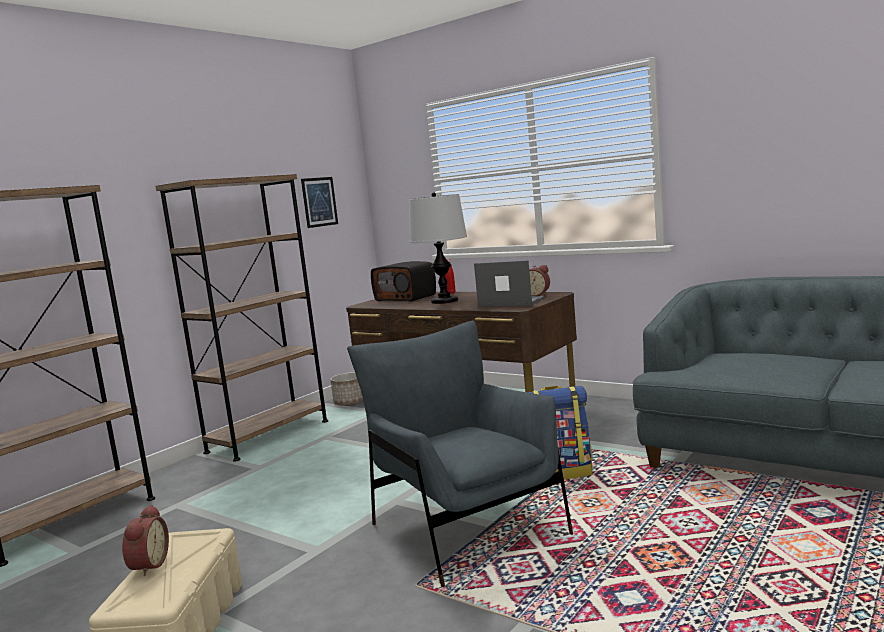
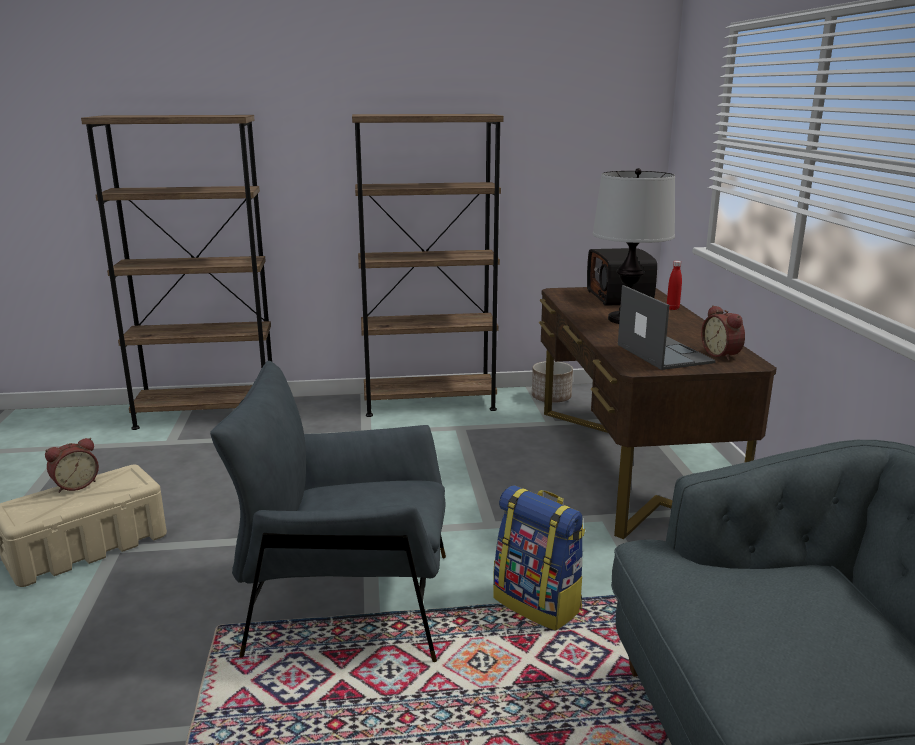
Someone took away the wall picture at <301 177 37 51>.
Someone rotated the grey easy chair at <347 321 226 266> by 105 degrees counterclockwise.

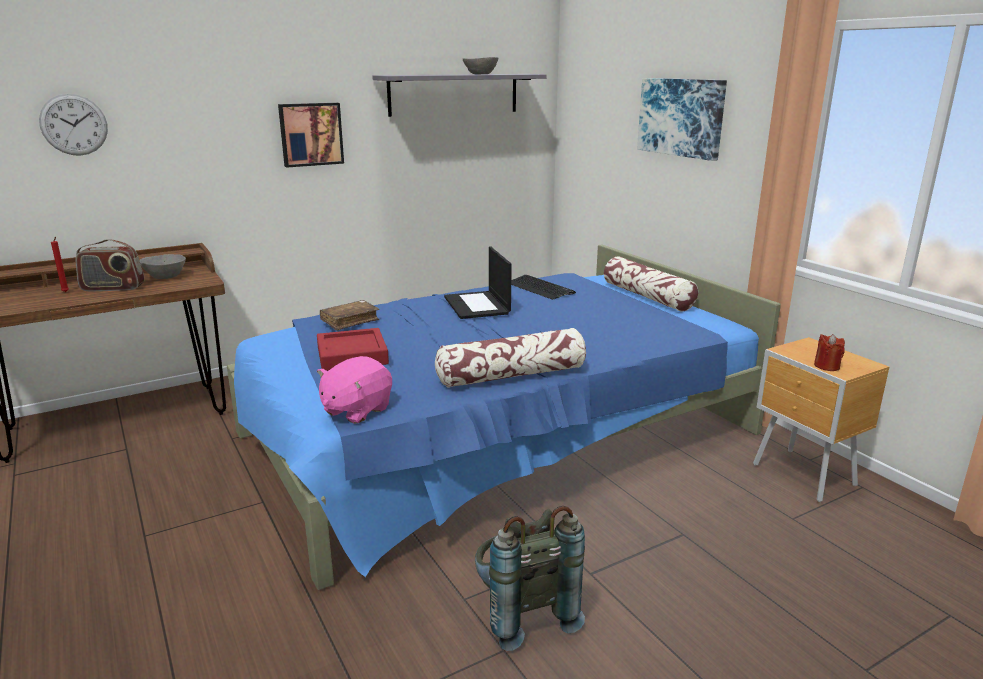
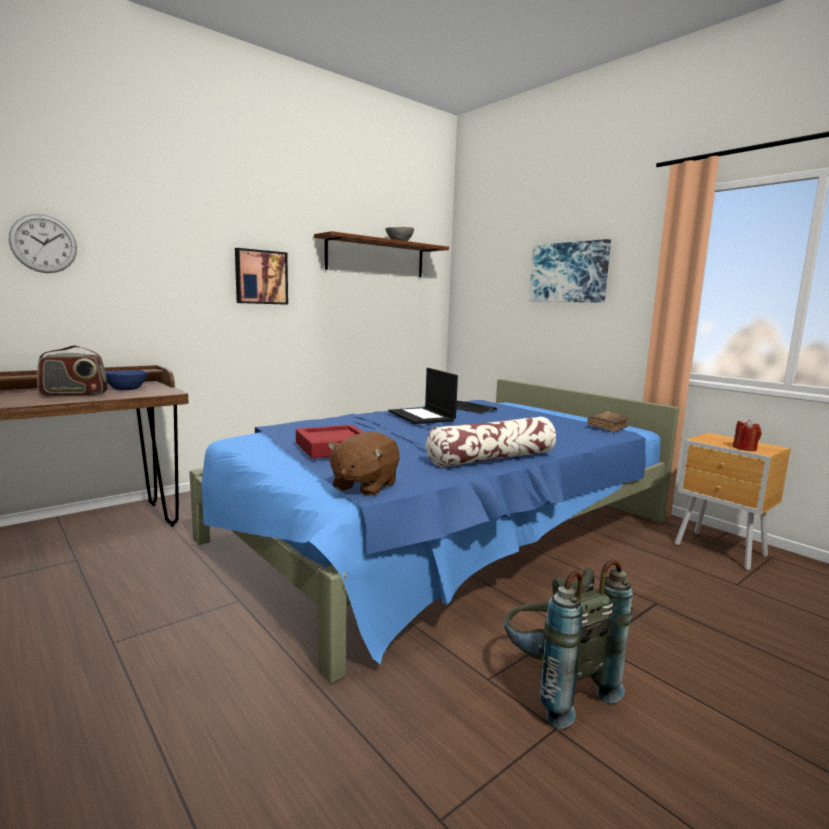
Someone took away the red wax candle at <51 237 18 55>.
Someone took away the throw pillow at <604 257 94 55>.
Someone carried the brownish bound book from <320 300 59 31> to <588 412 42 21>.
Someone repainted the grey bowl at <140 254 46 25>, which became the bluish bowl at <105 370 43 20>.
Someone repainted the pink-coloured plush toy at <317 356 75 68>, which became the brownish plush toy at <328 431 72 65>.
Someone repainted the grey wall shelf at <372 74 175 43>, which became the brownish wall shelf at <314 231 135 46>.

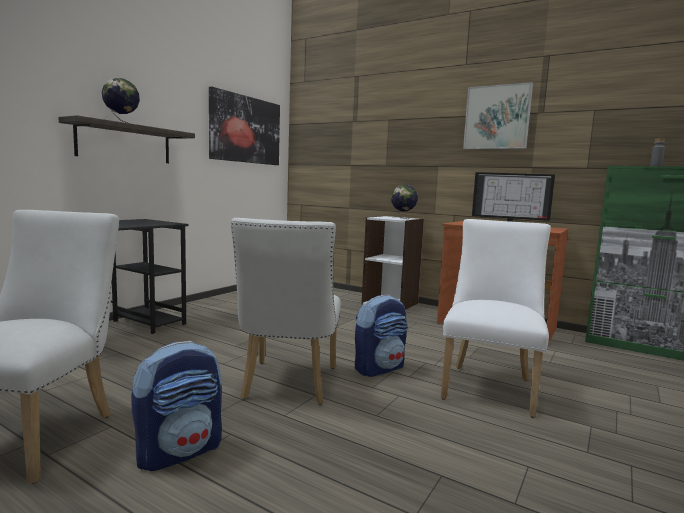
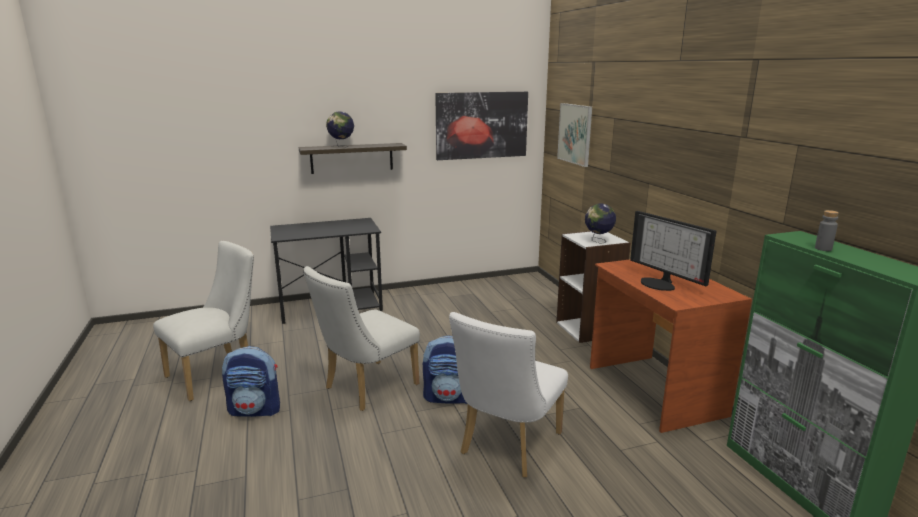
Someone carried the wall picture from <463 82 70 67> to <557 103 35 64>.
Someone rotated the whitish chair at <441 219 110 199> by 150 degrees clockwise.

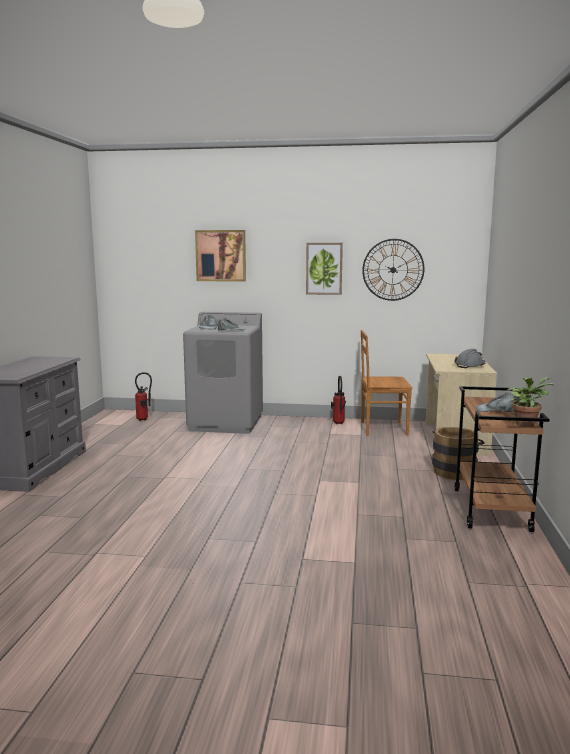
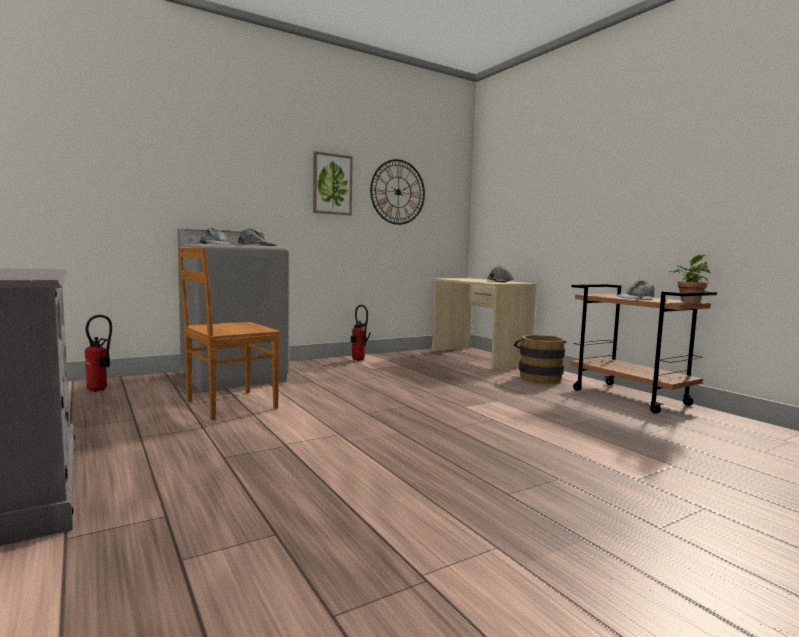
Someone took away the wall picture at <195 230 51 52>.
Someone carried the brownish chair from <361 330 51 106> to <178 247 103 173>.

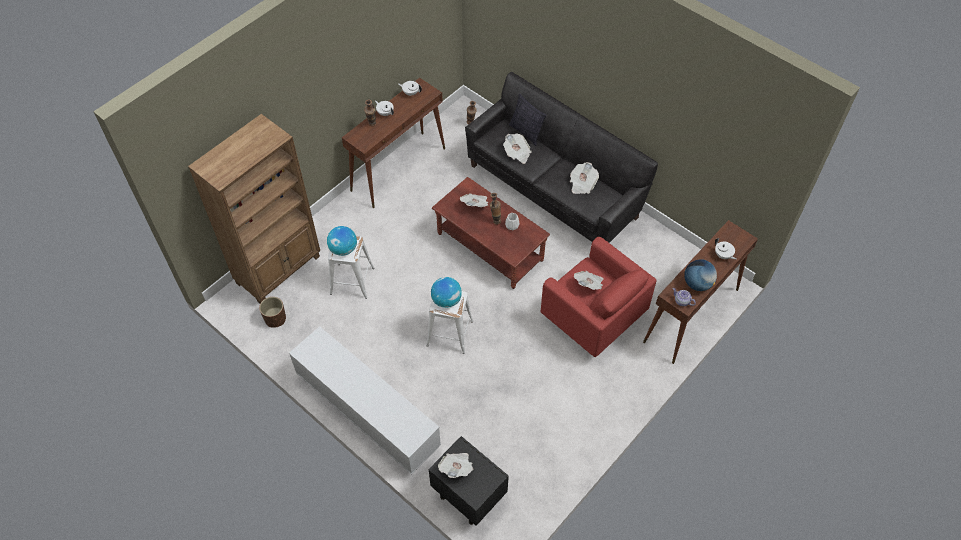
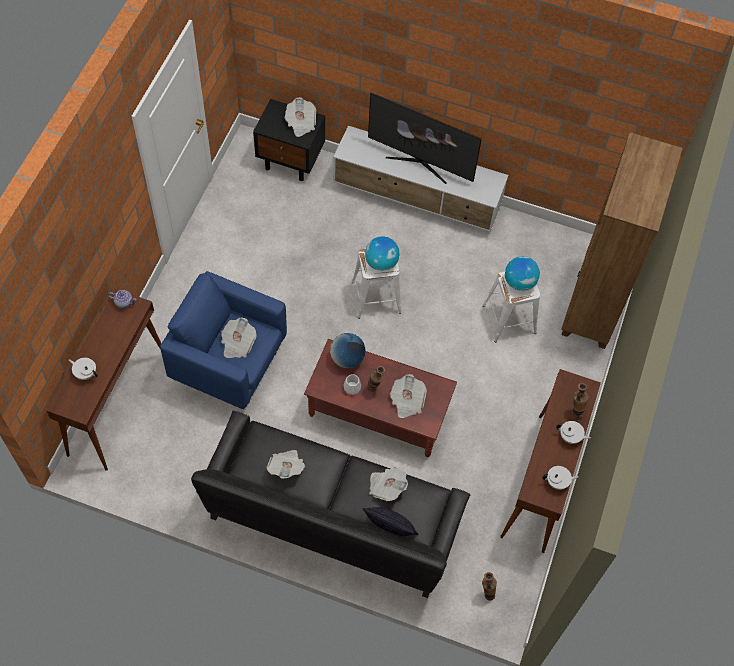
Someone took away the brownish flower pot at <259 297 27 31>.
Someone put down the TV set at <368 93 114 91>.
Someone carried the desk globe from <684 259 33 32> to <330 333 35 36>.
Someone repainted the red easy chair at <541 237 116 120>, which became the bluish easy chair at <160 271 127 138>.

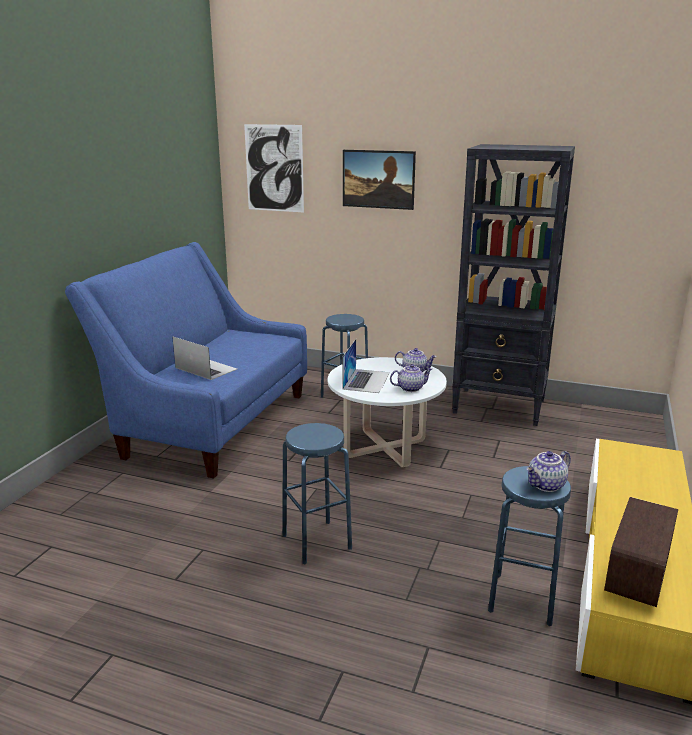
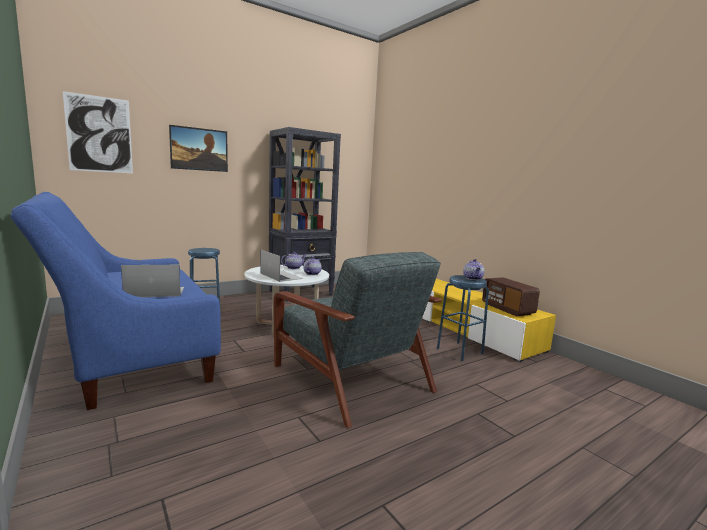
Someone swapped the bluish sitting stool at <282 423 70 141> for the grey easy chair at <273 252 169 176>.

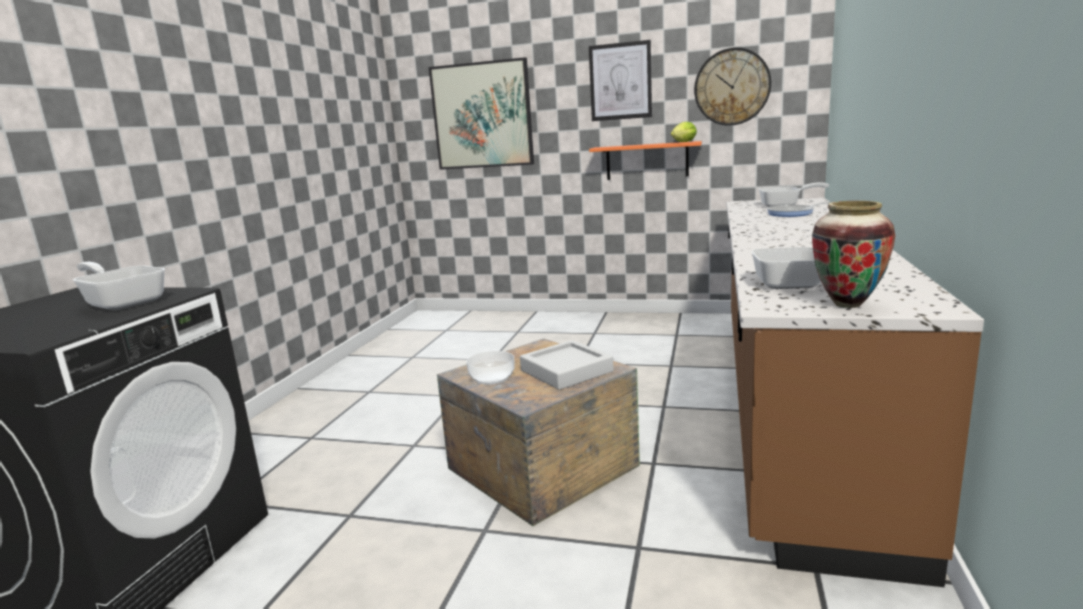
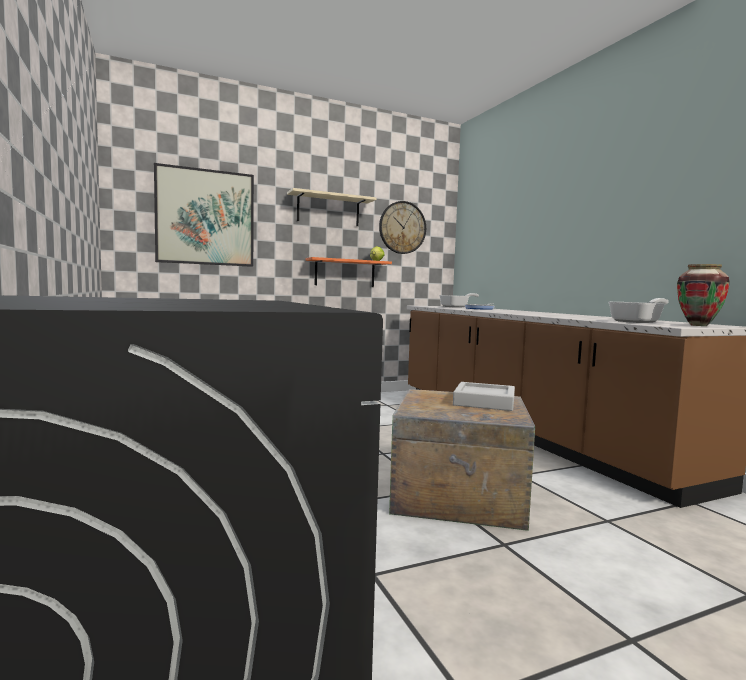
Someone took away the pan at <73 262 92 48>.
Someone took away the bowl at <466 351 49 34>.
Someone swapped the wall picture at <589 40 63 81> for the beige-coloured wall shelf at <287 188 90 38>.

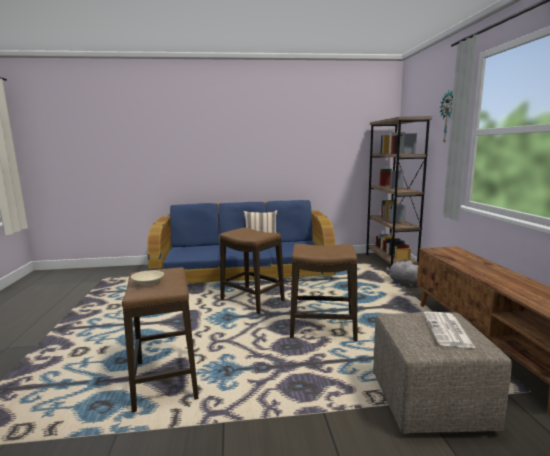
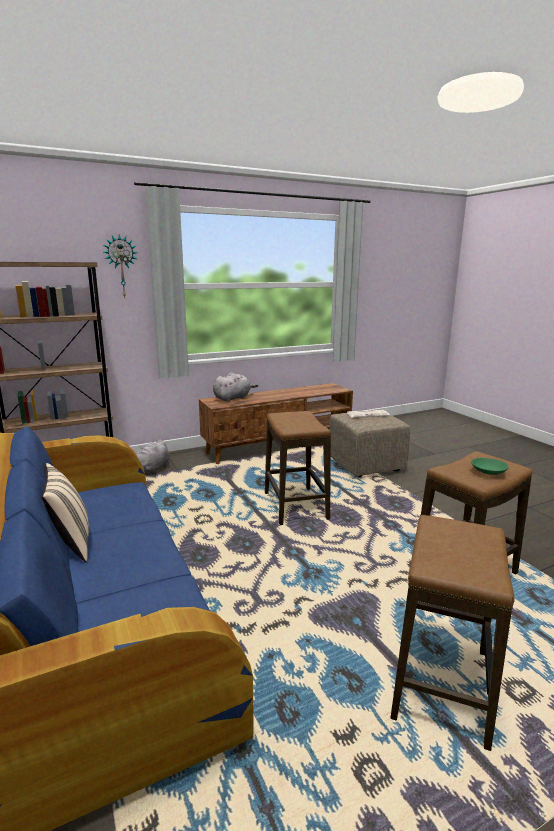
Someone put down the grey plush toy at <213 372 45 30>.
Someone carried the sitting stool from <220 227 65 87> to <390 515 125 236>.
Someone repainted the beige-coloured bowl at <131 270 33 15>, which became the green-coloured bowl at <471 458 38 17>.

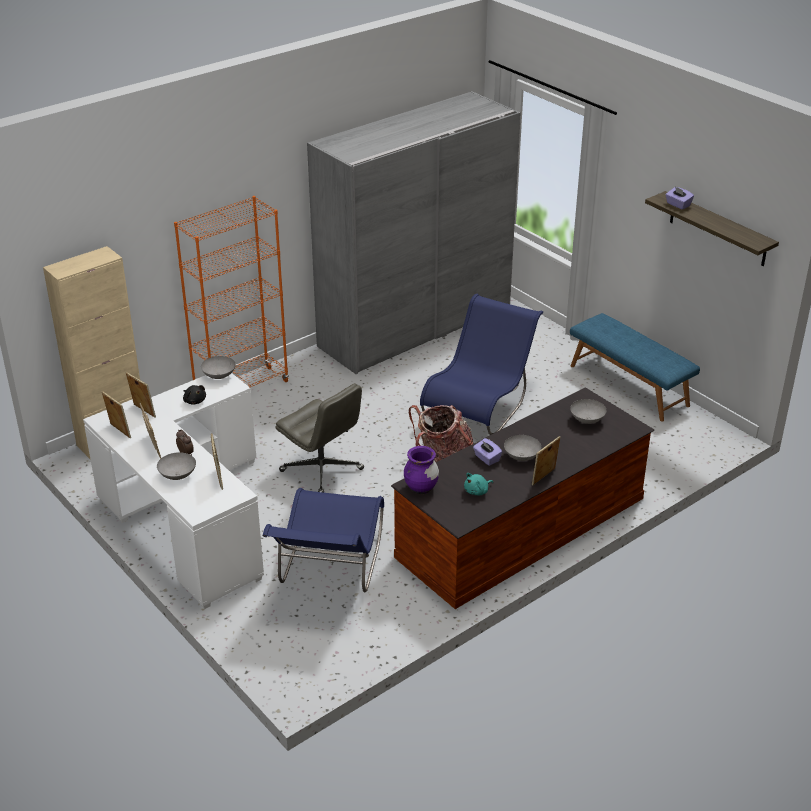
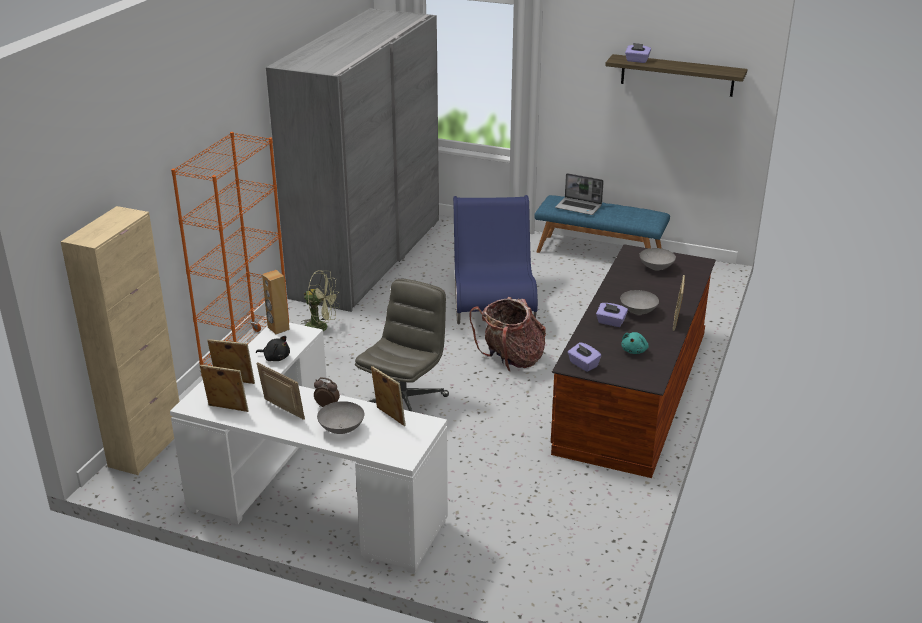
Someone took away the bluish chair at <263 488 121 104>.
Someone put down the green-coloured fan at <300 270 40 61>.
Someone put down the laptop at <555 173 49 42>.
Someone swapped the grey bowl at <201 356 35 23> for the brownish audio speaker at <262 270 28 64>.
Someone swapped the purple-coloured flower vase at <404 446 35 48> for the purple-coloured box of tissues at <567 342 34 30>.
Someone rotated the grey desk chair at <275 383 89 110> by 75 degrees counterclockwise.

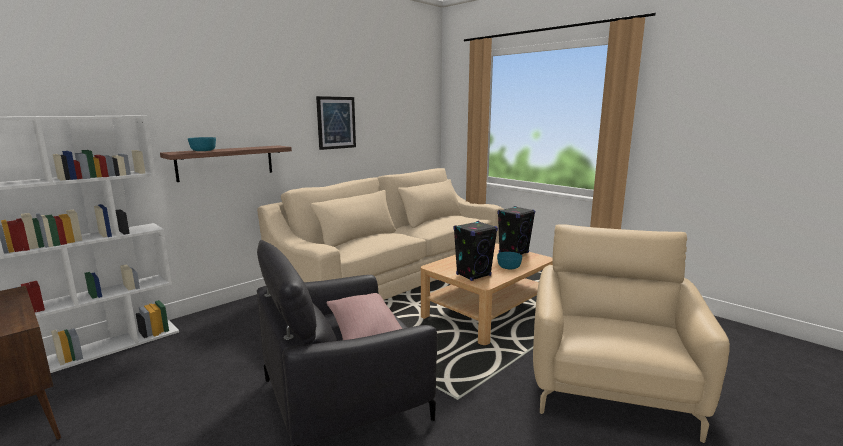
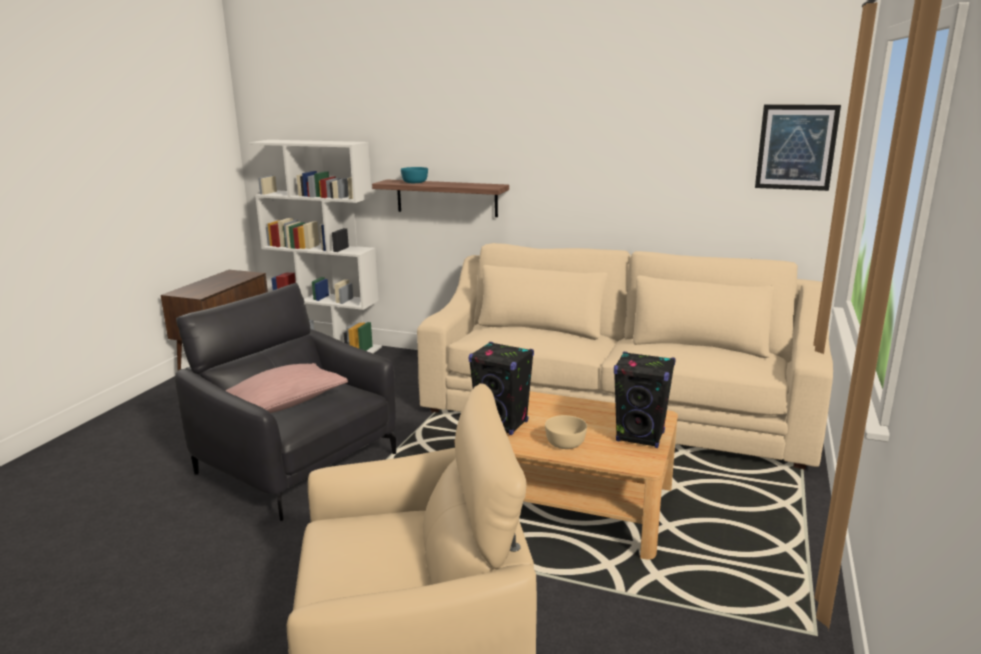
Someone carried the wall picture from <316 96 40 54> to <755 104 86 87>.
Someone repainted the turquoise bowl at <497 252 25 17>, which became the beige-coloured bowl at <545 415 42 34>.

